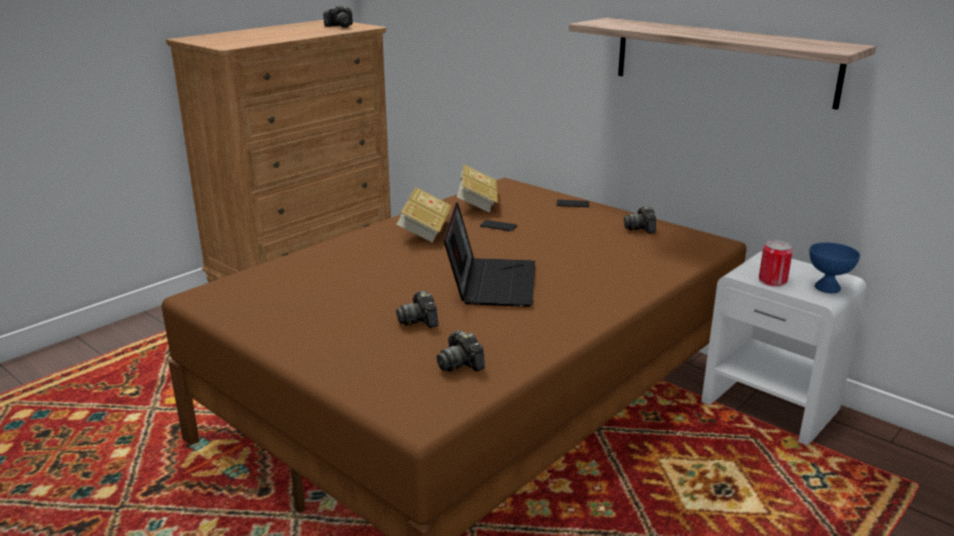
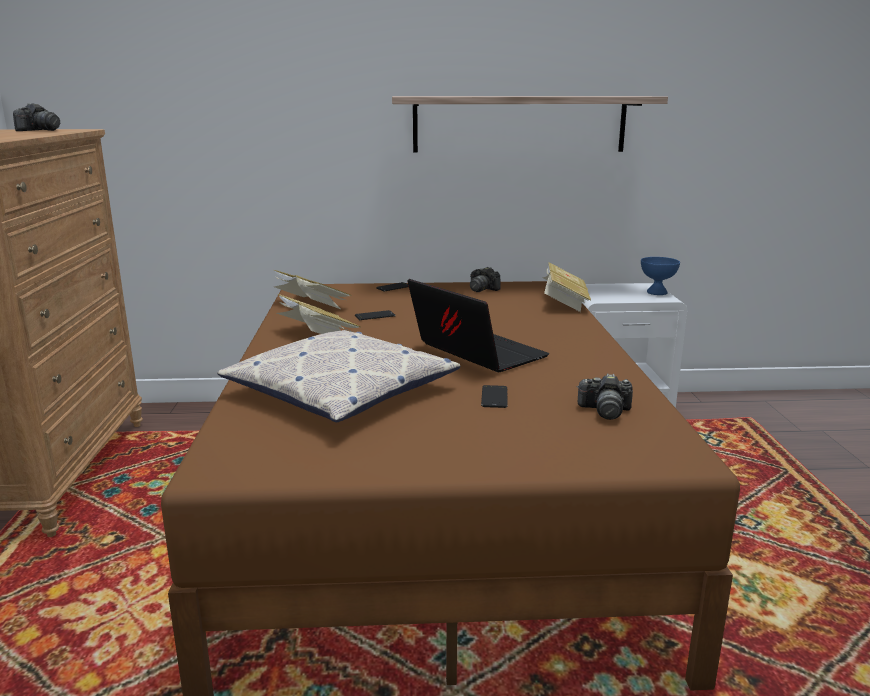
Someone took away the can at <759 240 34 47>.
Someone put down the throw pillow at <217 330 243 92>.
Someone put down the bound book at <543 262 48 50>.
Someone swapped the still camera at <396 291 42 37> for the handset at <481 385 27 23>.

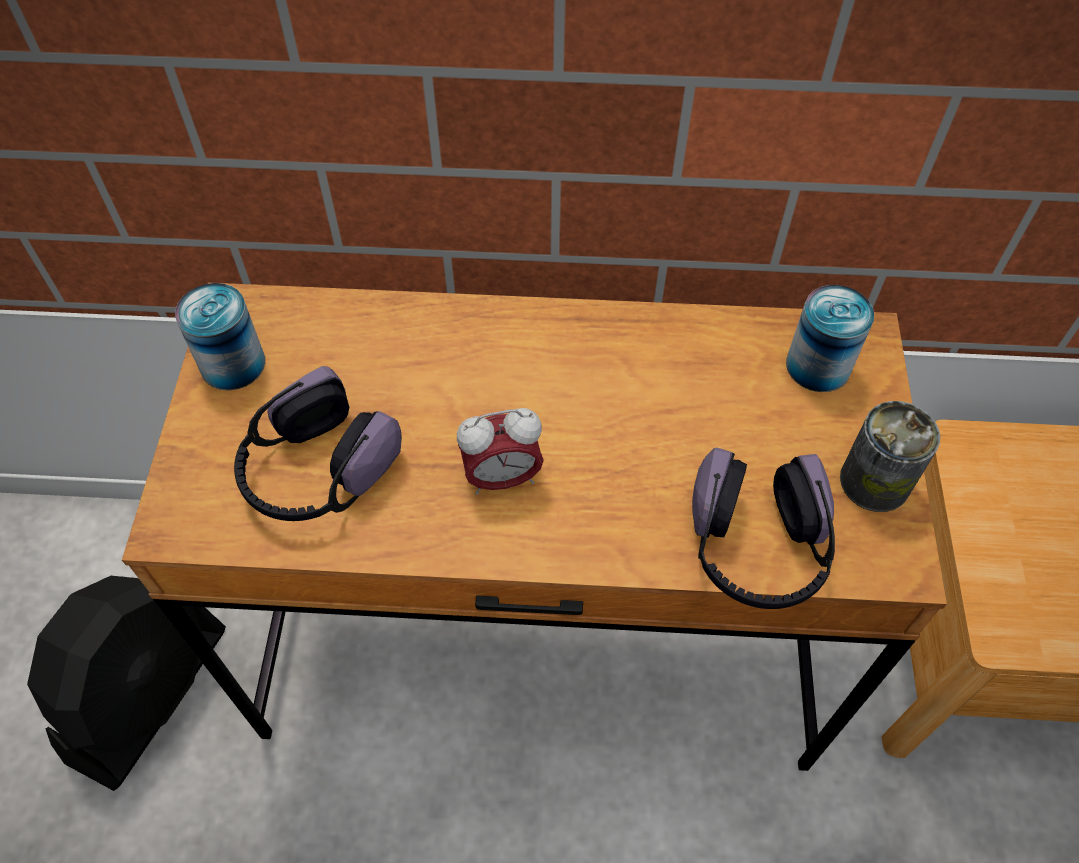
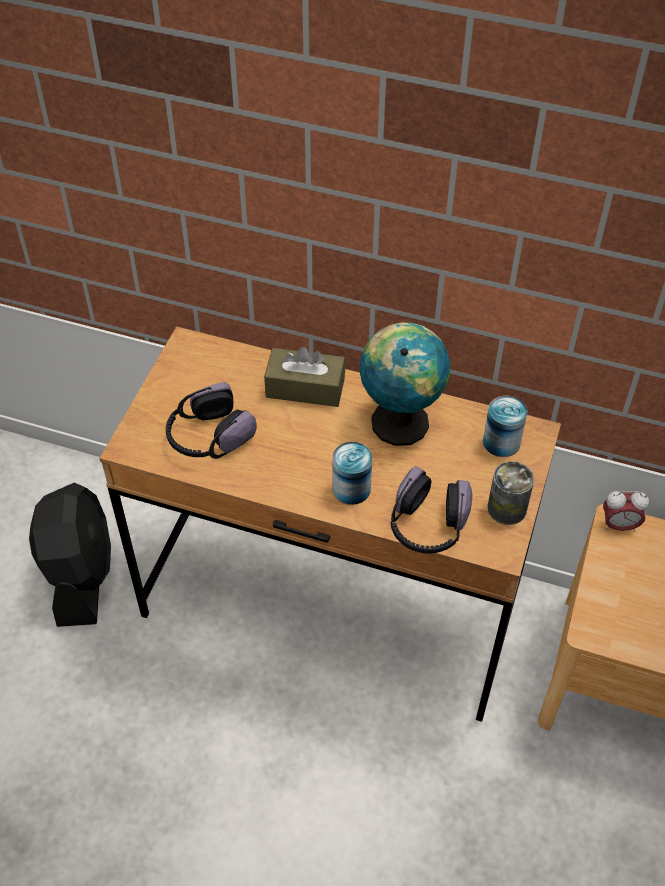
Someone put down the brownish box of tissues at <264 347 81 60>.
Someone put down the desk globe at <360 323 90 123>.
Someone carried the can from <175 283 90 107> to <332 442 40 63>.
Someone carried the alarm clock from <457 408 87 87> to <603 491 46 41>.
Someone rotated the black-coloured fan at <27 576 199 215> by 45 degrees counterclockwise.

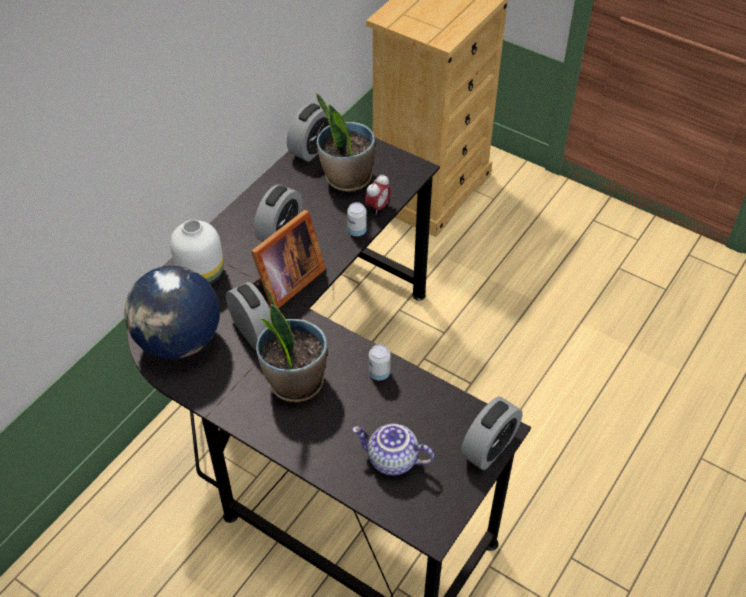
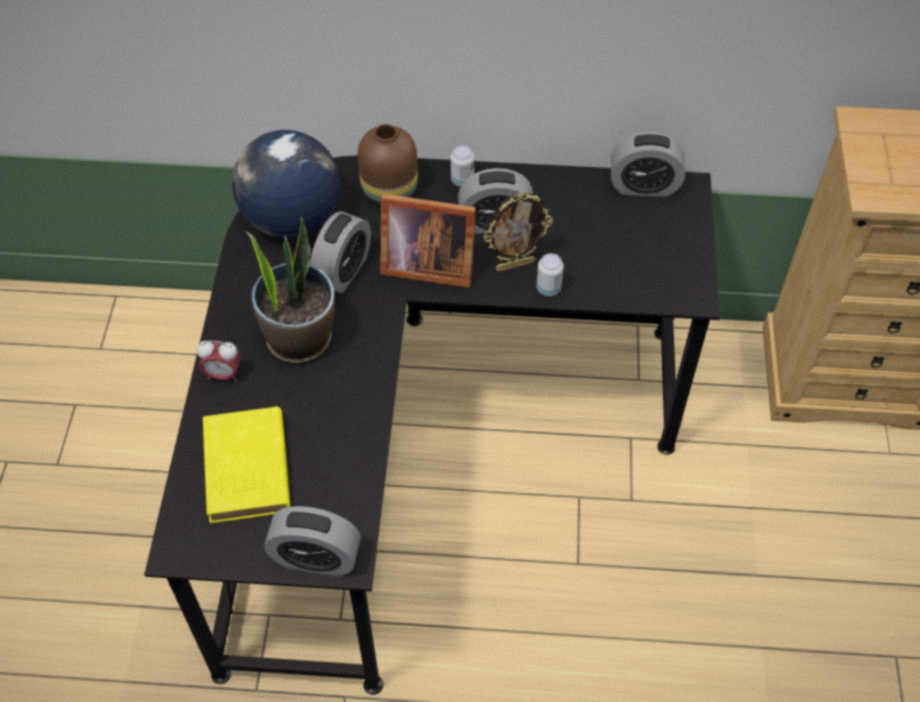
Someone took away the potted plant at <317 93 58 99>.
Someone put down the standing frame at <483 193 70 79>.
Someone carried the alarm clock from <365 174 26 41> to <197 340 44 41>.
Someone carried the can from <369 344 22 36> to <451 145 23 42>.
Someone swapped the teapot at <352 424 82 52> for the yellow-coloured bound book at <203 406 87 117>.
Someone repainted the whitish flower vase at <170 220 54 65>, which became the brownish flower vase at <358 124 60 81>.

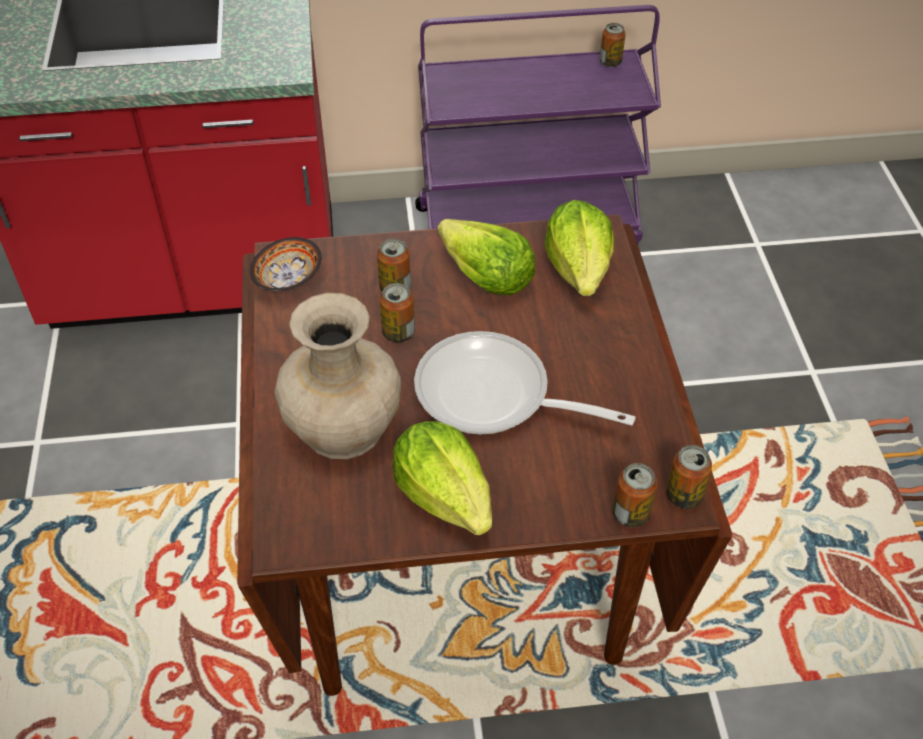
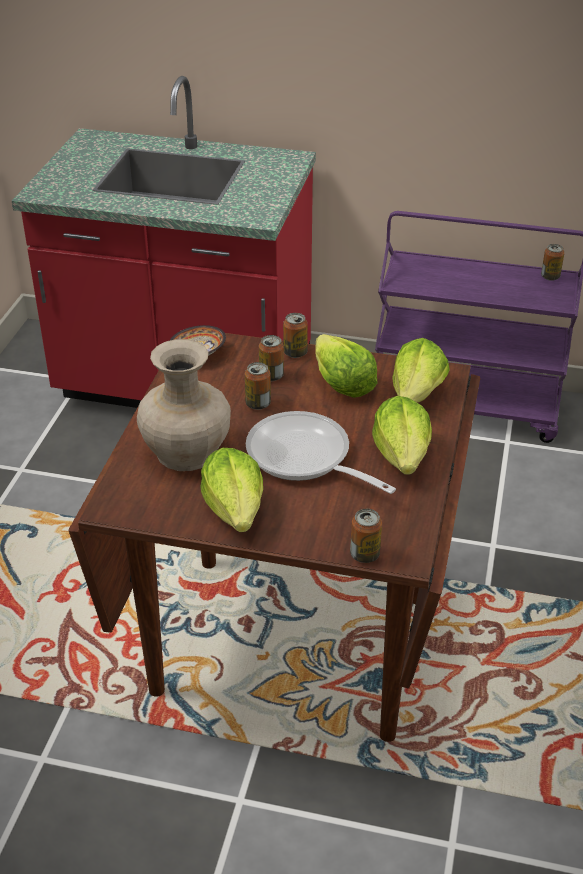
Someone put down the lettuce head at <372 396 60 79>.
Someone carried the can from <667 445 45 64> to <283 313 25 45>.

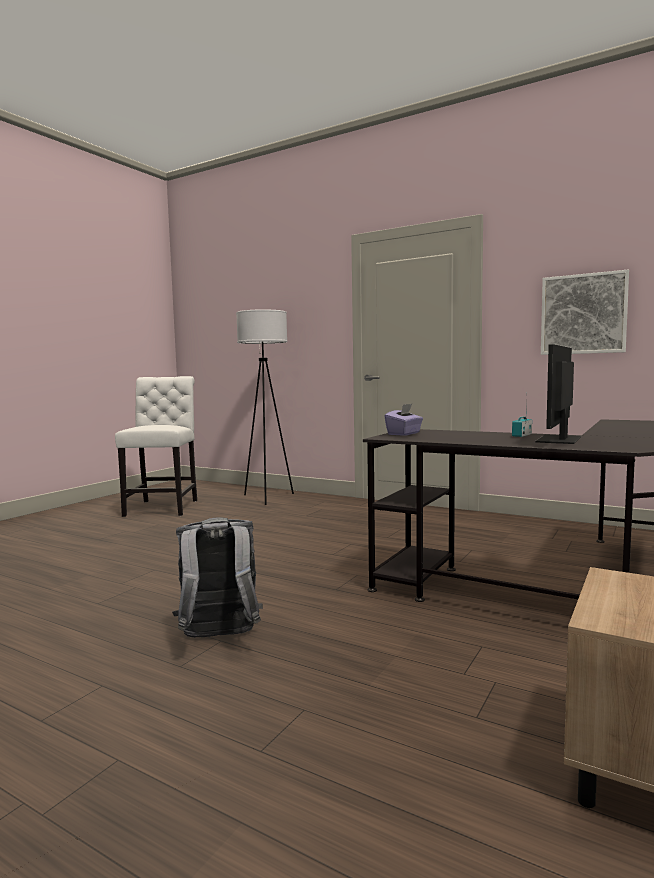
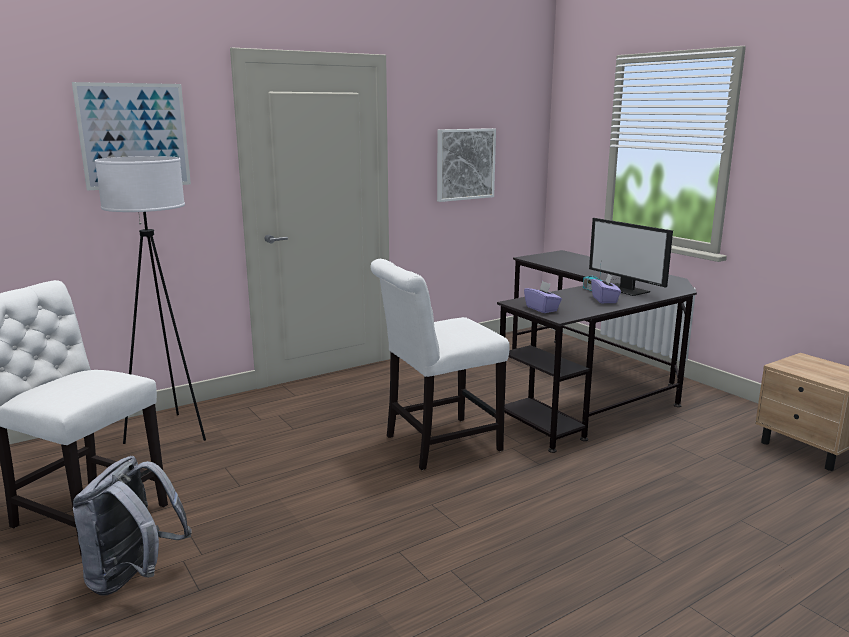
Someone put up the wall picture at <72 82 119 109>.
Someone put down the whitish chair at <371 259 139 211>.
Someone put down the purple-coloured box of tissues at <591 274 30 29>.
Someone carried the grey backpack from <172 517 91 121> to <73 456 119 140>.

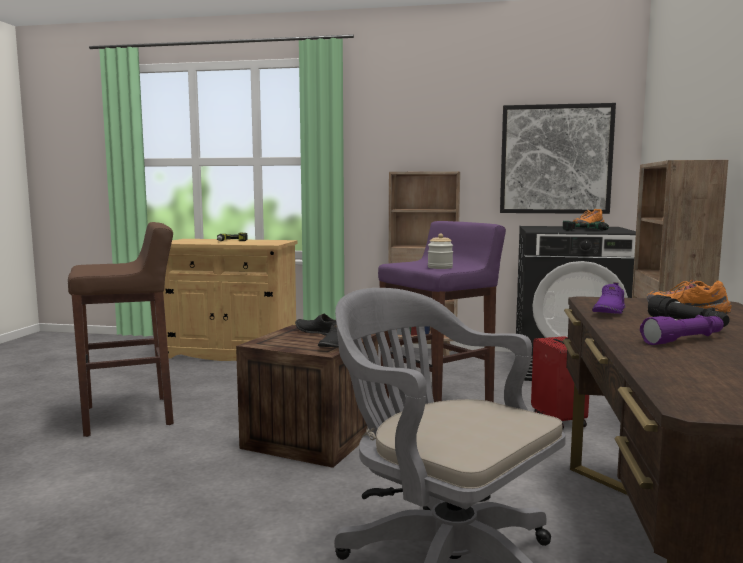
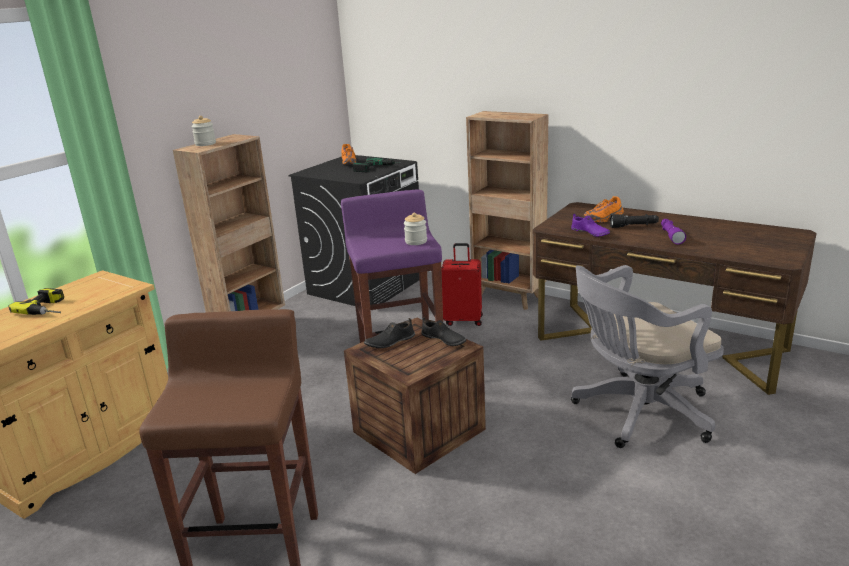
Someone took away the wall picture at <500 103 116 111>.
Someone put down the storage jar at <191 116 25 30>.

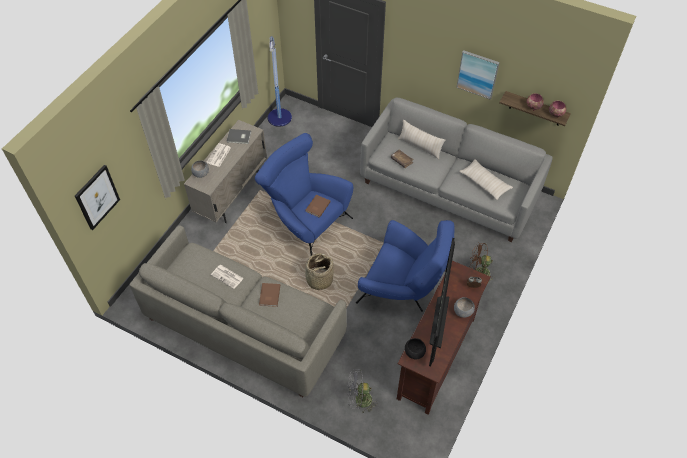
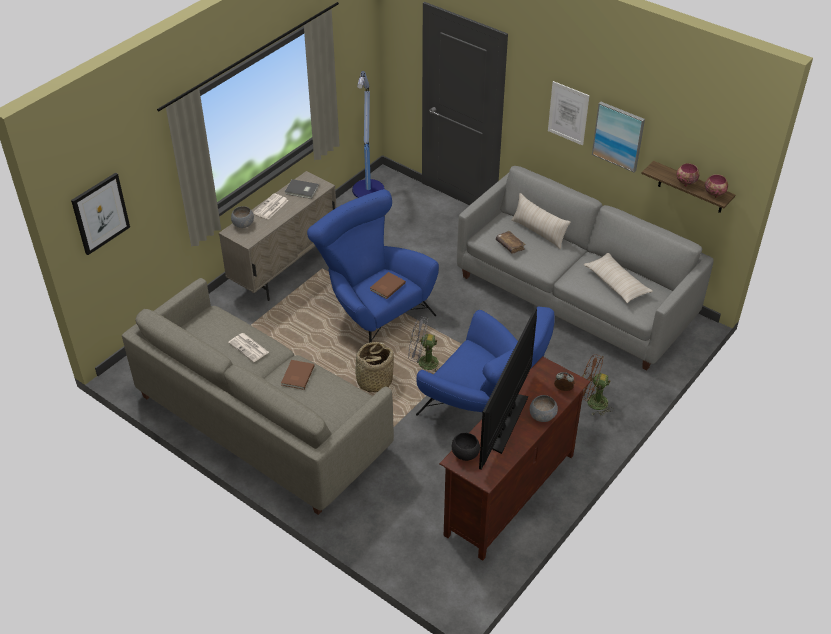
Someone put up the wall picture at <548 81 42 65>.
Someone carried the grey fan from <348 369 30 44> to <409 316 30 55>.

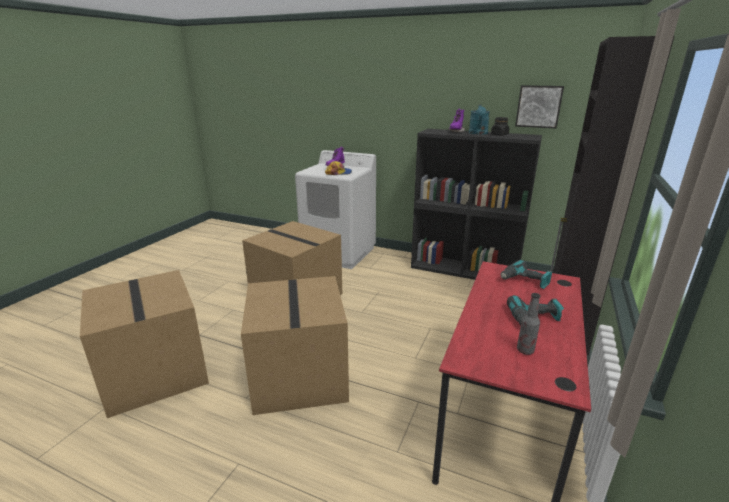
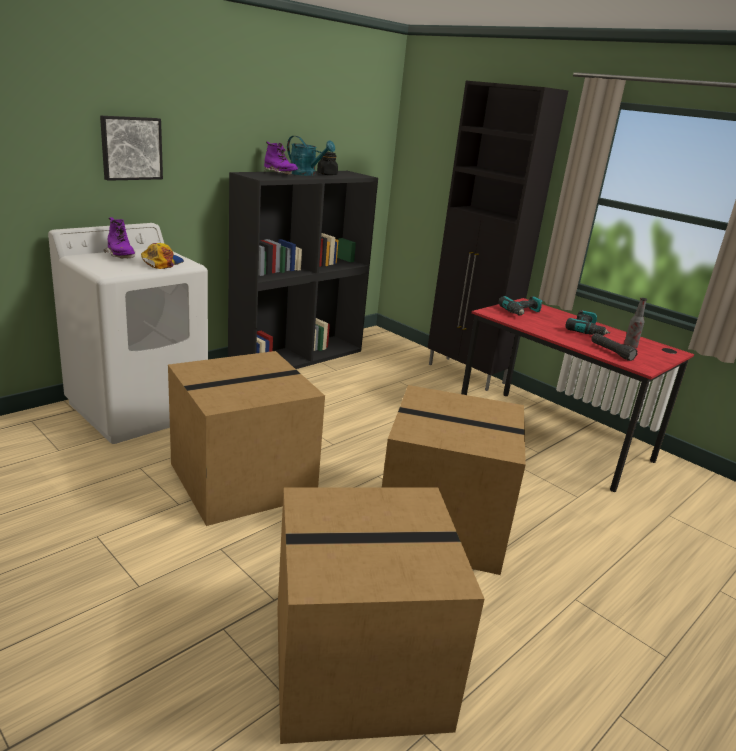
Someone put down the black-coloured torch at <591 333 46 28>.
Someone carried the wall picture from <515 85 49 43> to <100 116 63 65>.

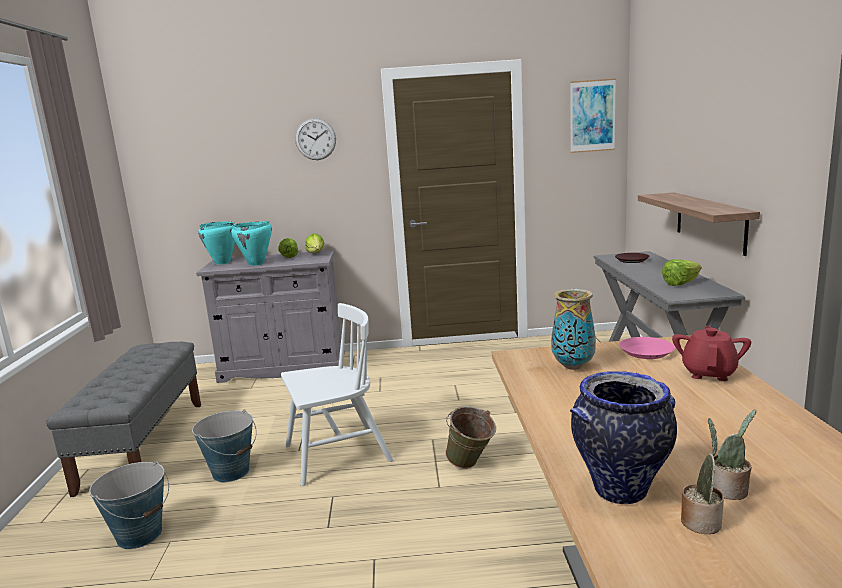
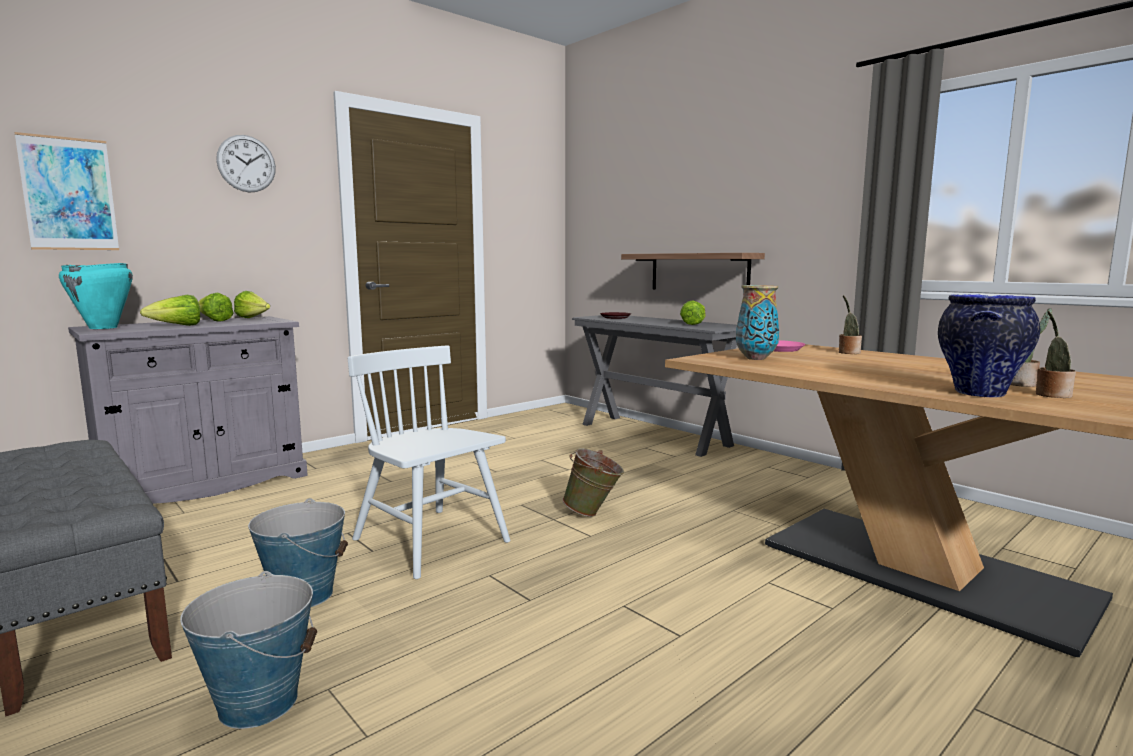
Someone carried the wall picture from <570 78 46 75> to <14 132 105 118>.
Someone swapped the turquoise cooking pot at <231 221 41 45> for the lettuce head at <140 295 60 31>.
Someone swapped the red teapot at <672 326 79 55> for the potted plant at <839 295 23 59>.
Someone rotated the whitish chair at <281 303 112 183> by 75 degrees counterclockwise.

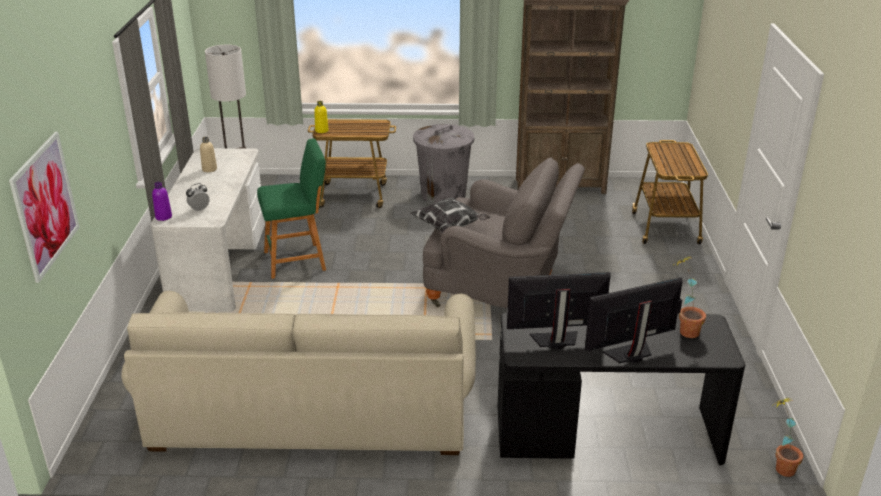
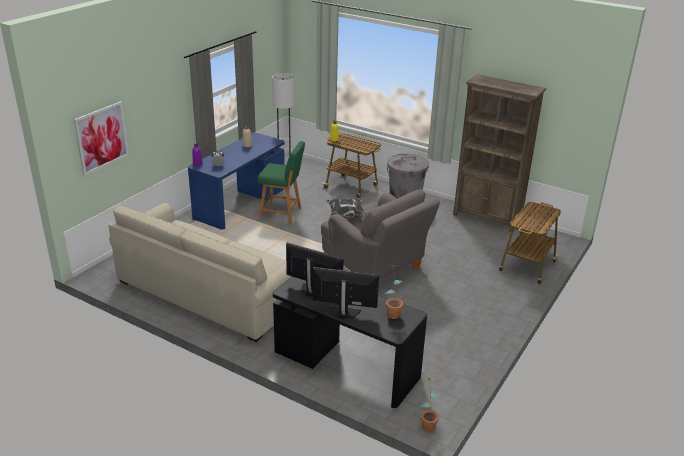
Someone repainted the whitish desk unit at <151 148 114 164>, which became the bluish desk unit at <188 132 97 98>.

